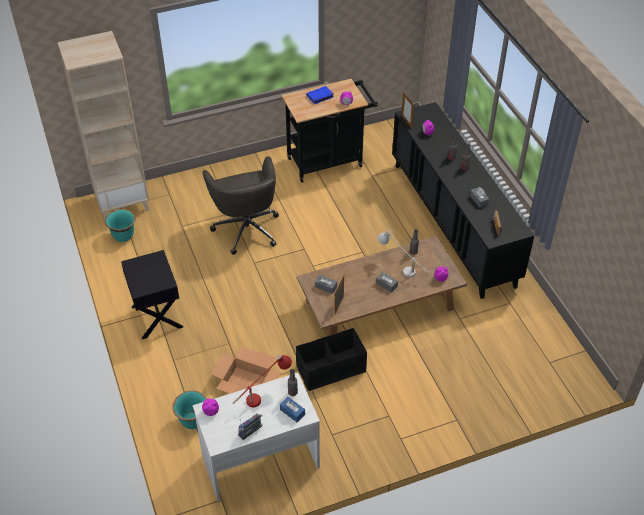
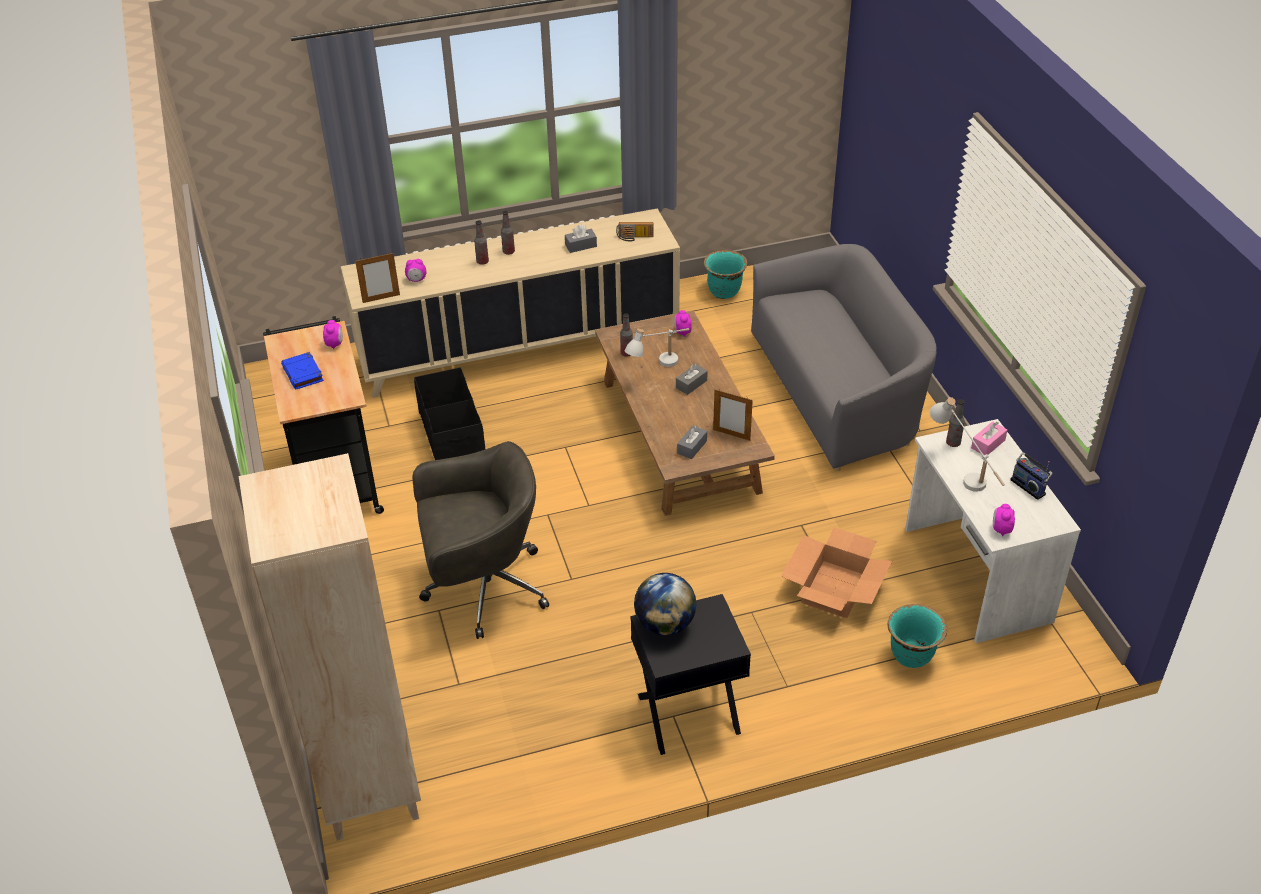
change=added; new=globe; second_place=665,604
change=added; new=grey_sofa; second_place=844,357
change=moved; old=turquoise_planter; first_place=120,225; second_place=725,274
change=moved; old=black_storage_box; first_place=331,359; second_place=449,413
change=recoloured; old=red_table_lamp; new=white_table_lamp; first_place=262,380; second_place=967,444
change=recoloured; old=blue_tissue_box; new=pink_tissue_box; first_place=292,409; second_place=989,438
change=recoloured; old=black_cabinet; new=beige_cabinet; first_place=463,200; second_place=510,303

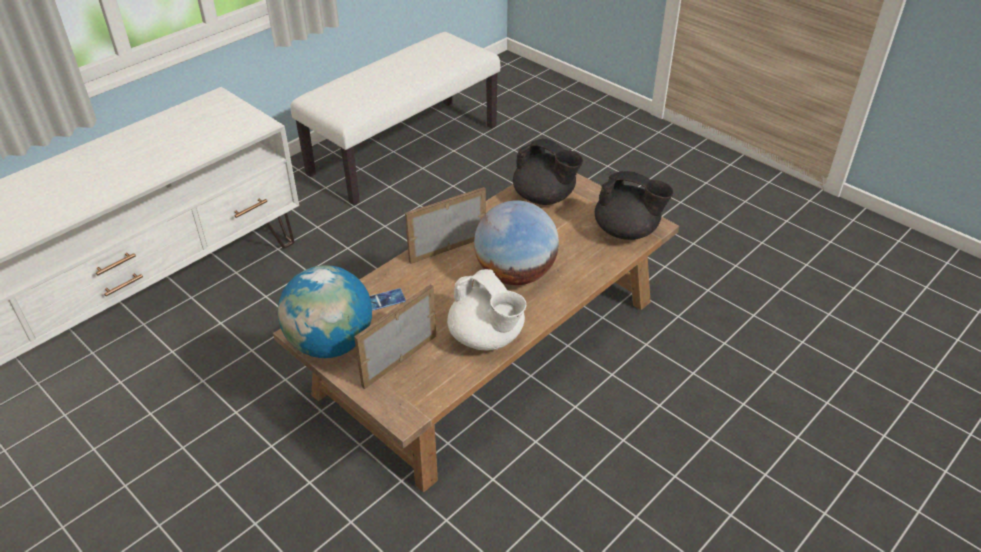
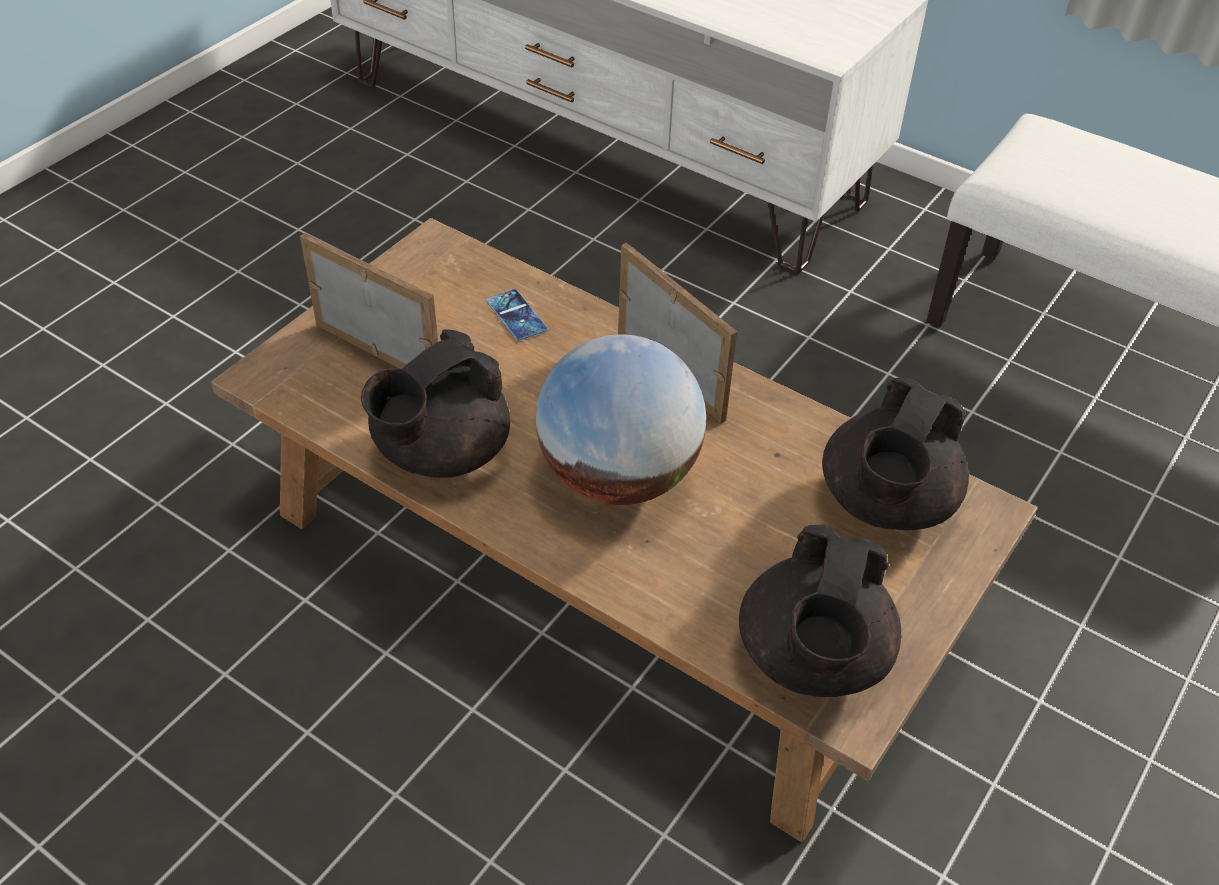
change=removed; old=globe; first_place=325,311
change=recoloured; old=white_teapot; new=black_teapot; first_place=487,309; second_place=435,403

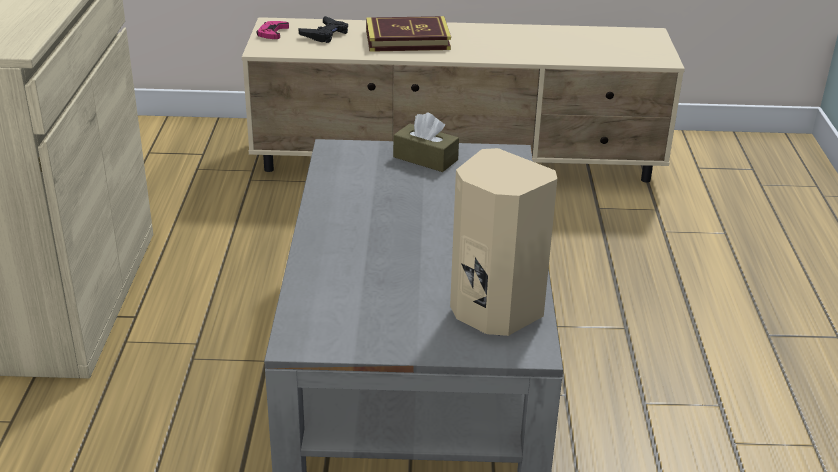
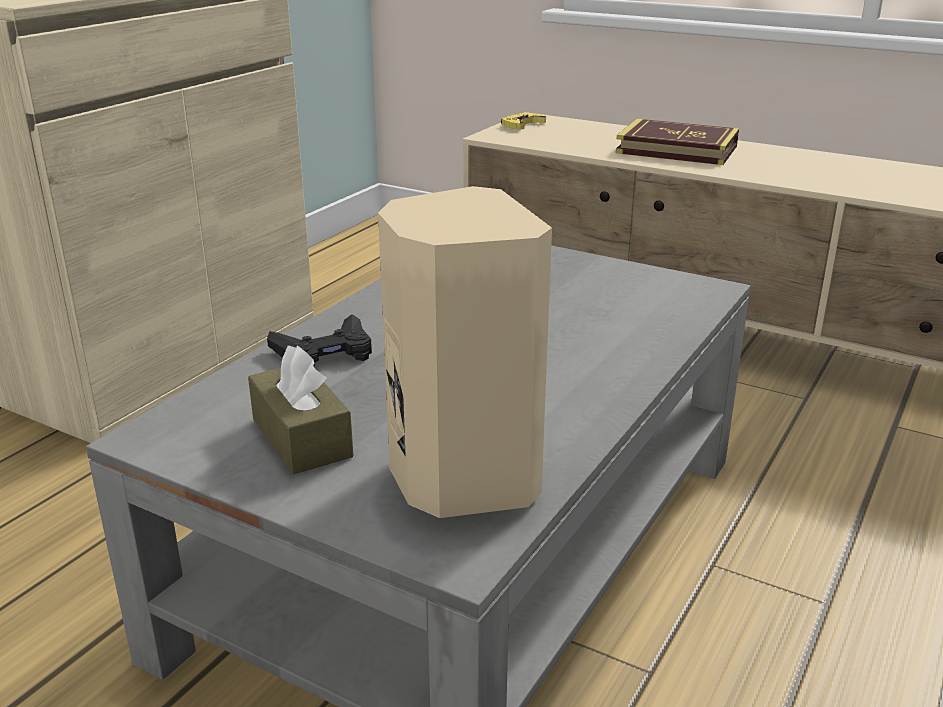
change=moved; old=black_game_controller; first_place=323,29; second_place=319,341
change=moved; old=brown_tissue_box; first_place=426,142; second_place=300,409
change=recoloured; old=pink_game_controller; new=yellow_game_controller; first_place=272,30; second_place=523,121

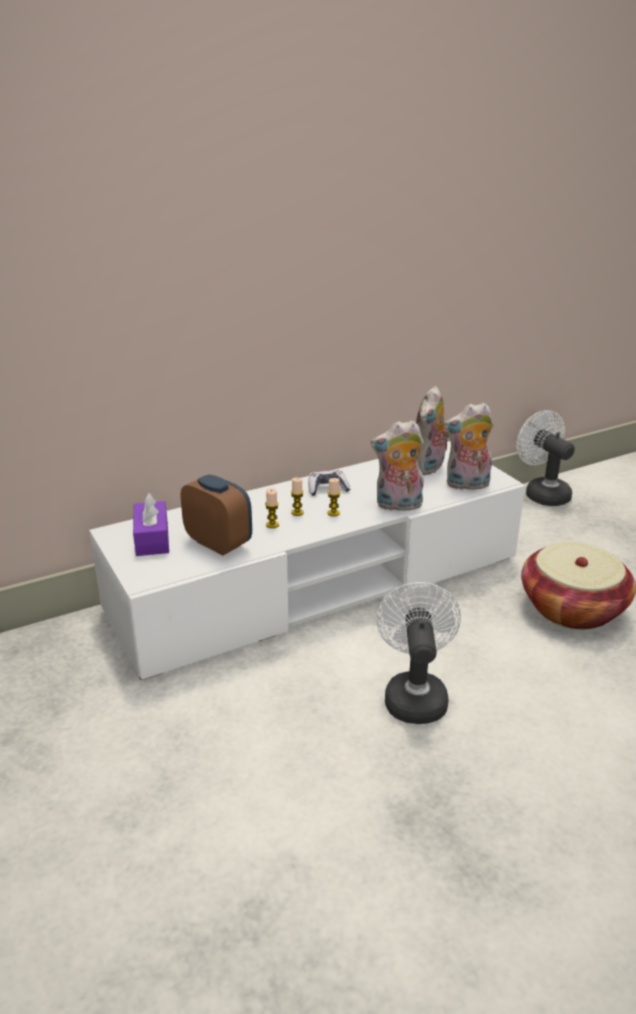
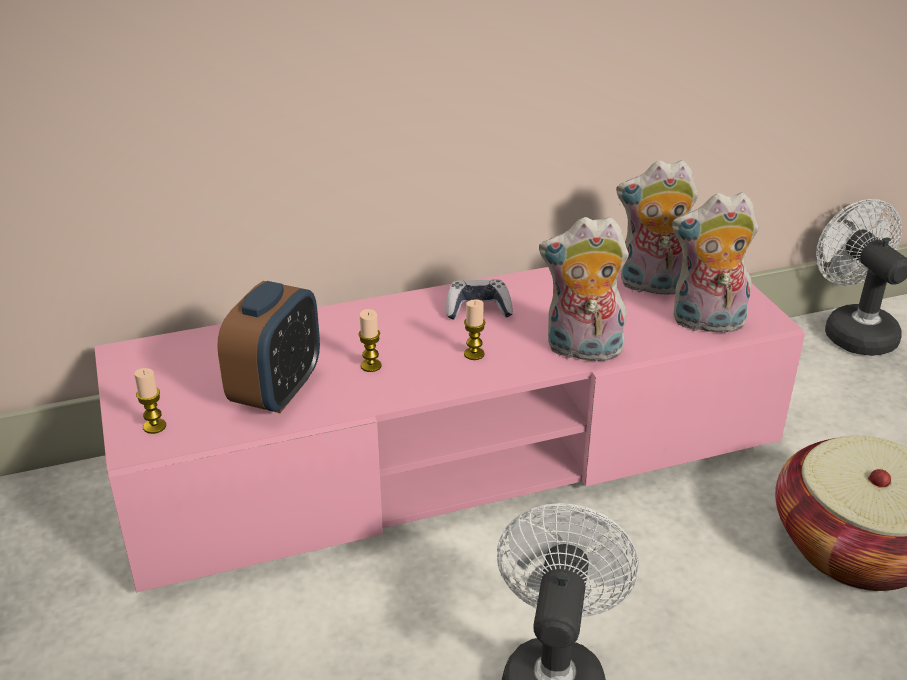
change=removed; old=purple_tissue_box; first_place=151,524
change=moved; old=candle; first_place=297,497; second_place=150,401
change=recoloured; old=white_tv_stand; new=pink_tv_stand; first_place=307,560; second_place=449,429
change=turned; old=alarm_clock; first_place=216,514; second_place=268,347; degrees=60
change=turned; old=plush_toy; first_place=432,430; second_place=657,227; degrees=60

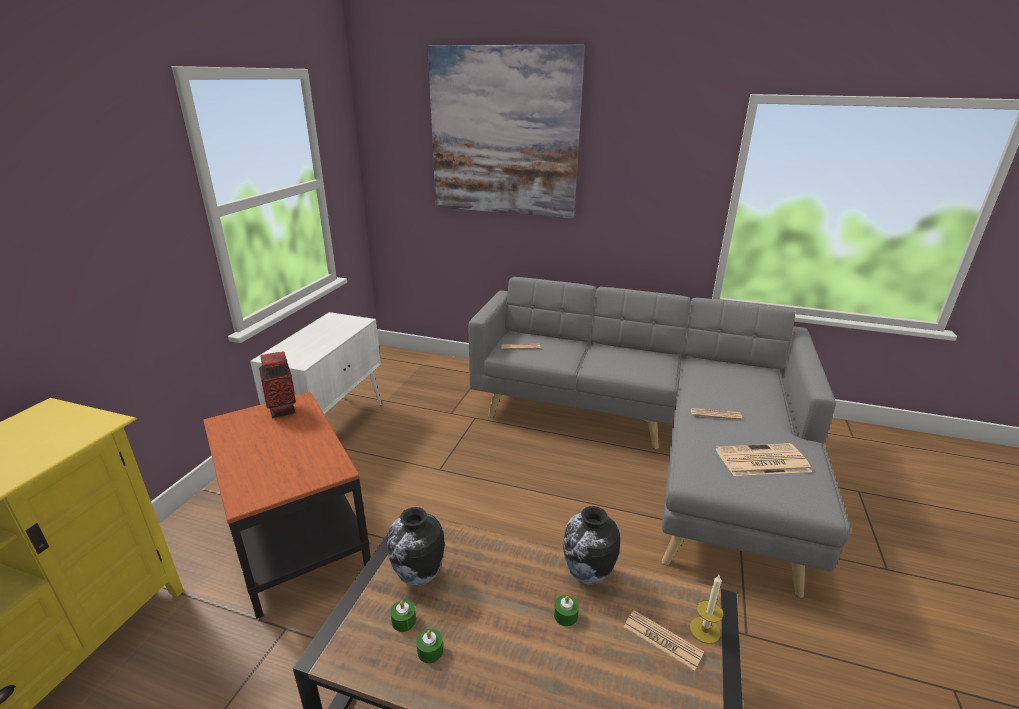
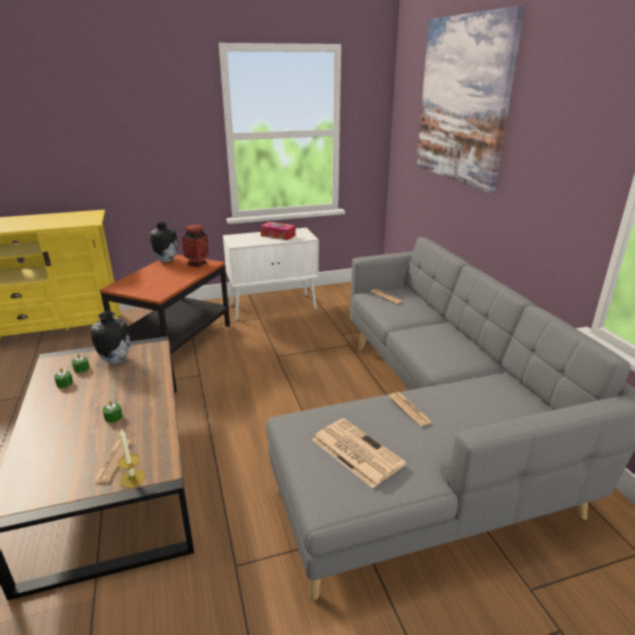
change=added; new=tissue_box; second_place=278,231
change=moved; old=vase; first_place=591,545; second_place=163,242

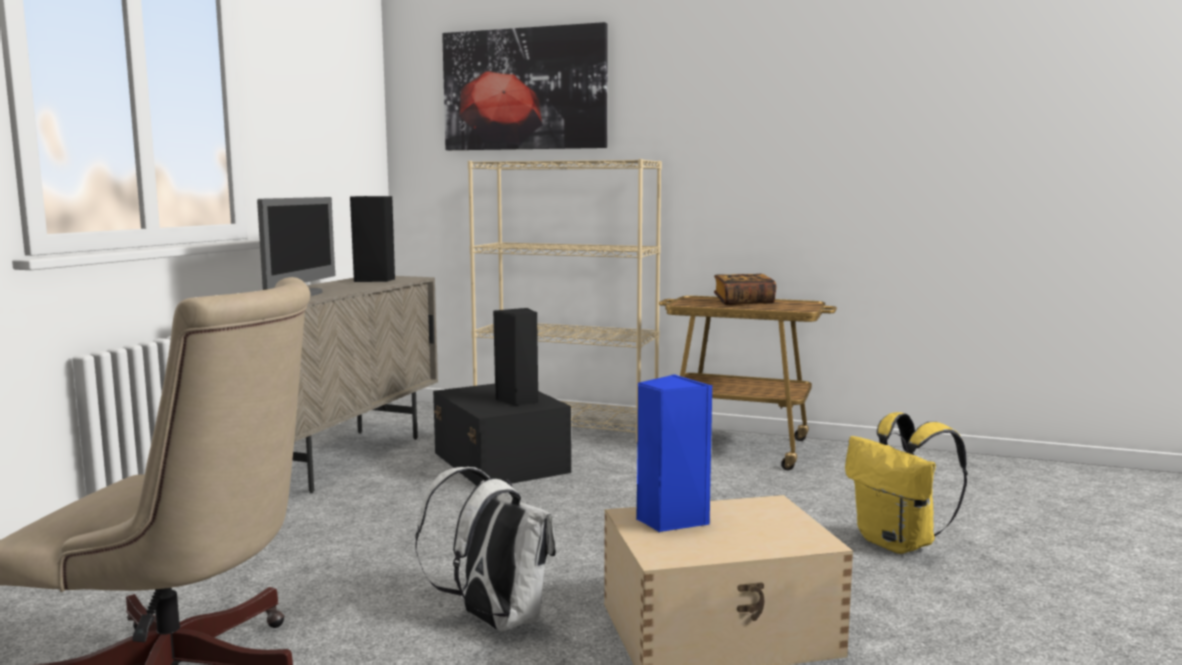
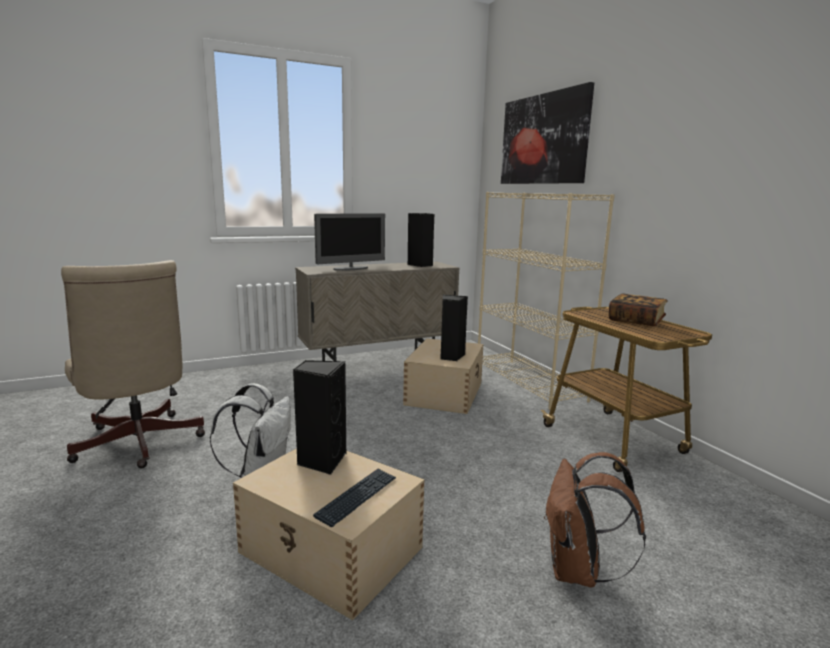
change=added; new=keyboard; second_place=354,498
change=recoloured; old=black_storage_box; new=beige_storage_box; first_place=502,435; second_place=443,376
change=recoloured; old=blue_speaker; new=black_speaker; first_place=674,453; second_place=320,417
change=recoloured; old=yellow_backpack; new=brown_backpack; first_place=906,483; second_place=595,519

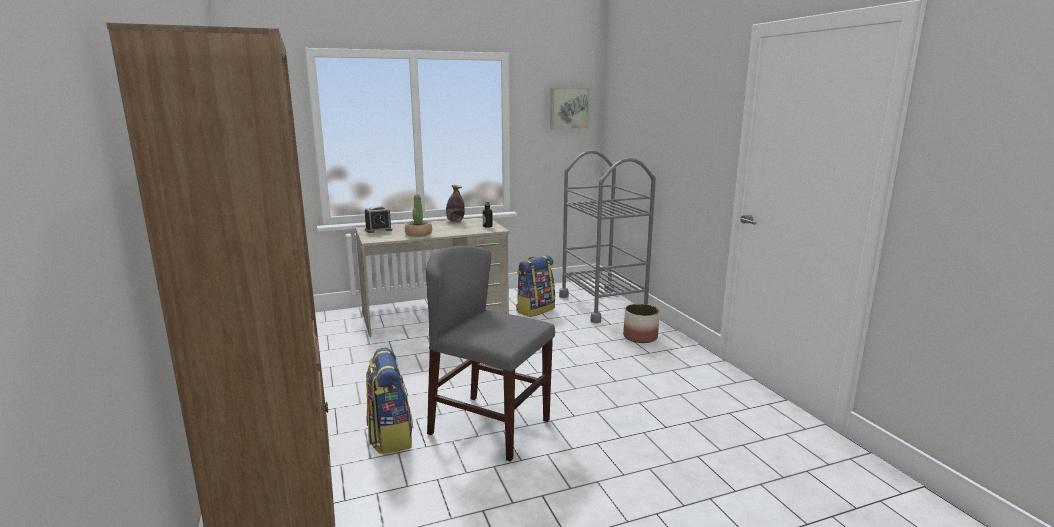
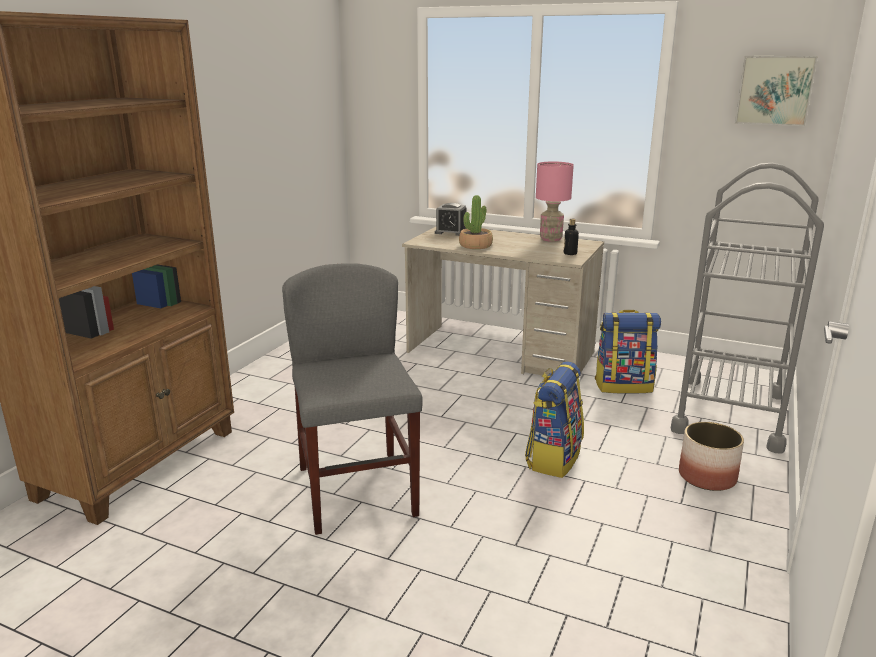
change=moved; old=backpack; first_place=389,401; second_place=554,419
change=replaced; old=bottle; new=pink_table_lamp; first_place=455,203; second_place=555,201

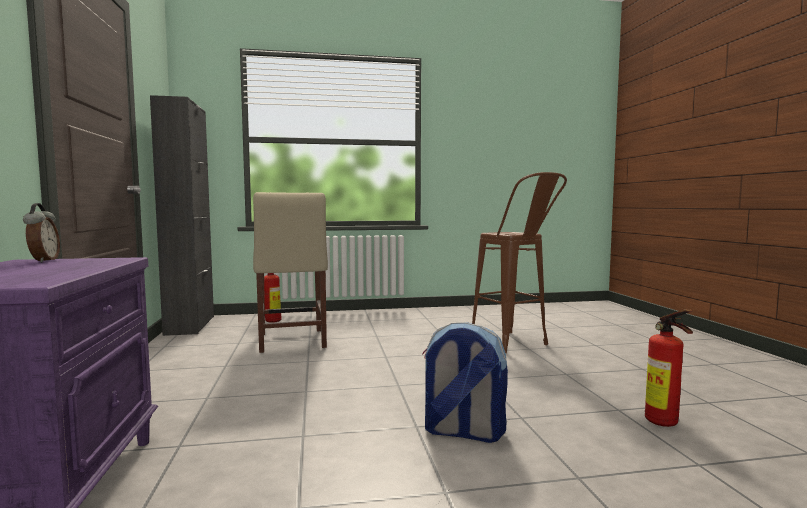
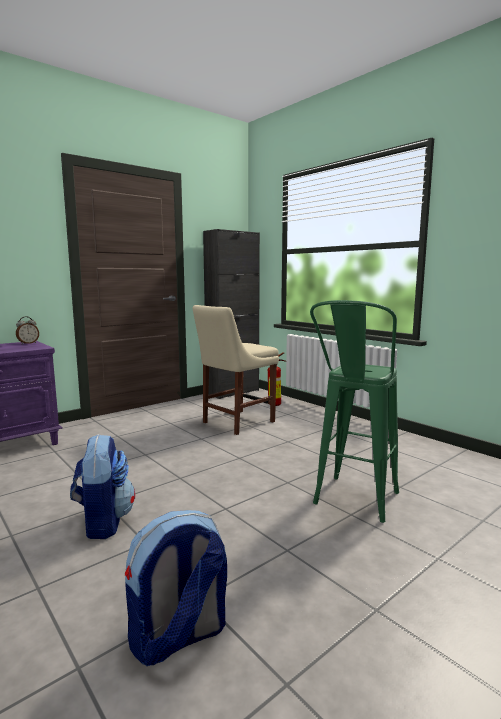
change=replaced; old=fire_extinguisher; new=backpack; first_place=669,368; second_place=176,588
change=recoloured; old=brown_stool; new=green_stool; first_place=519,262; second_place=354,411

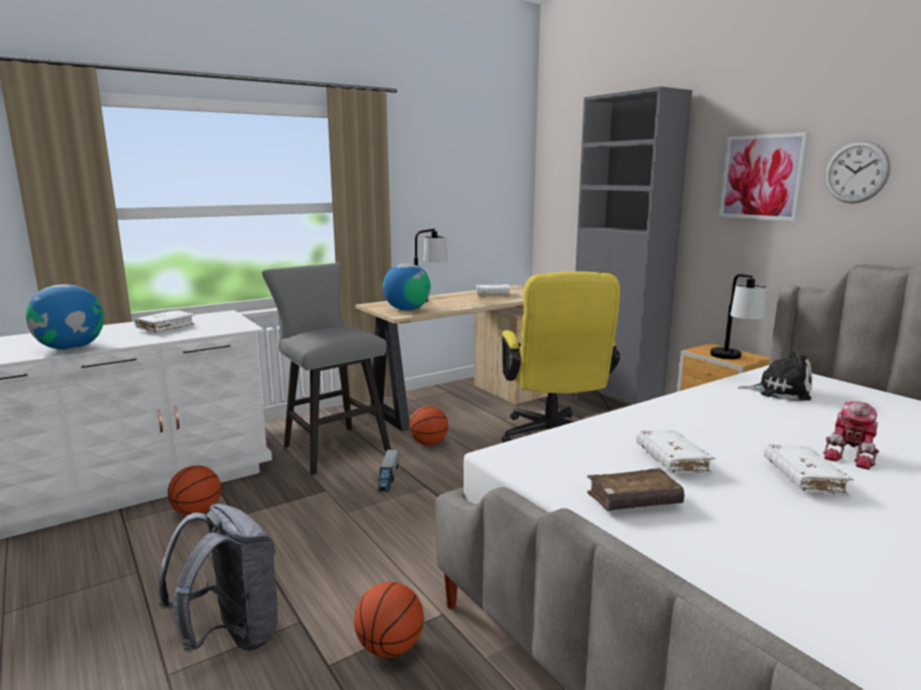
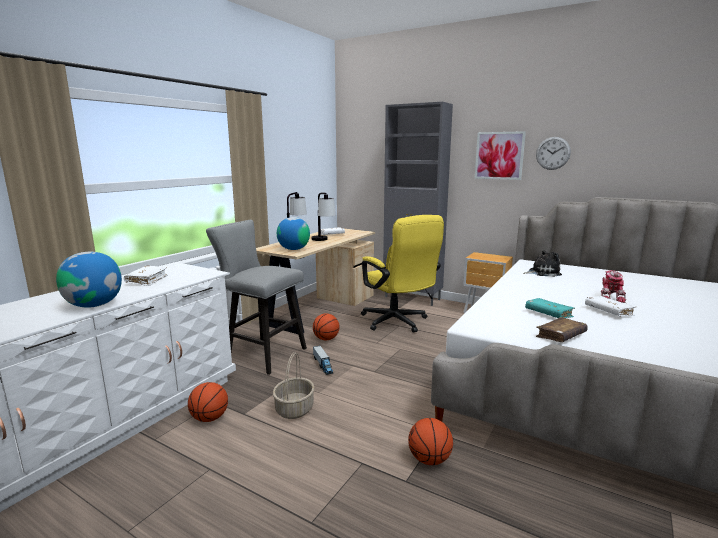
change=removed; old=grey_backpack; first_place=218,577
change=added; new=basket; second_place=294,385
change=moved; old=table_lamp; first_place=738,316; second_place=323,217
change=recoloured; old=white_book; new=turquoise_book; first_place=675,452; second_place=550,308

